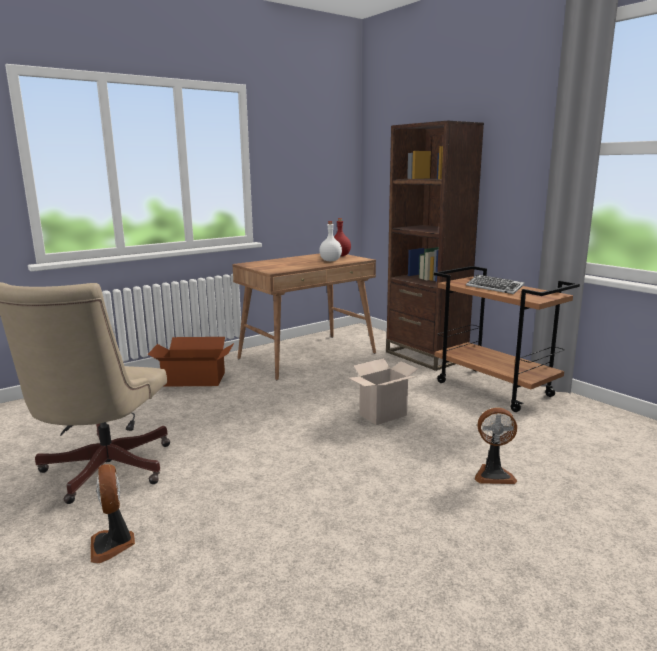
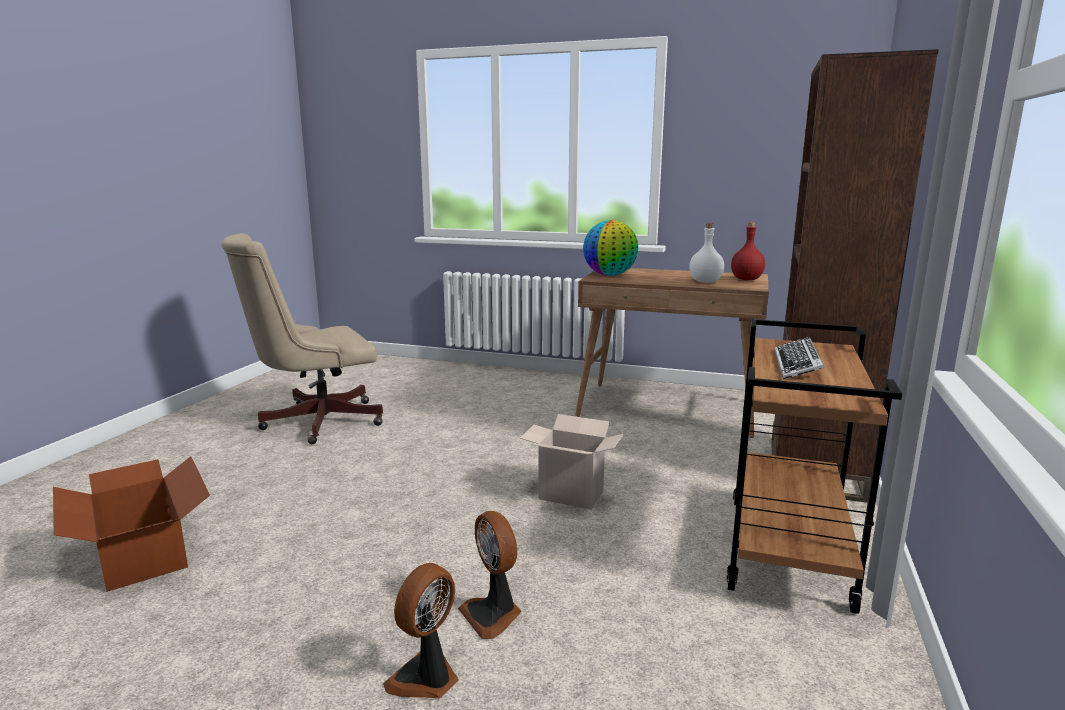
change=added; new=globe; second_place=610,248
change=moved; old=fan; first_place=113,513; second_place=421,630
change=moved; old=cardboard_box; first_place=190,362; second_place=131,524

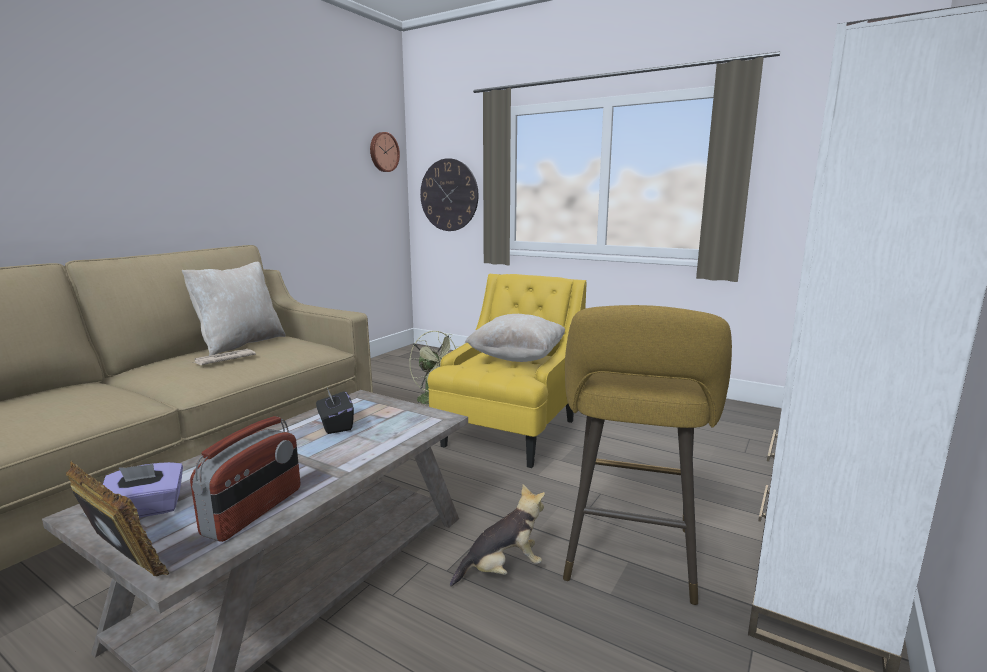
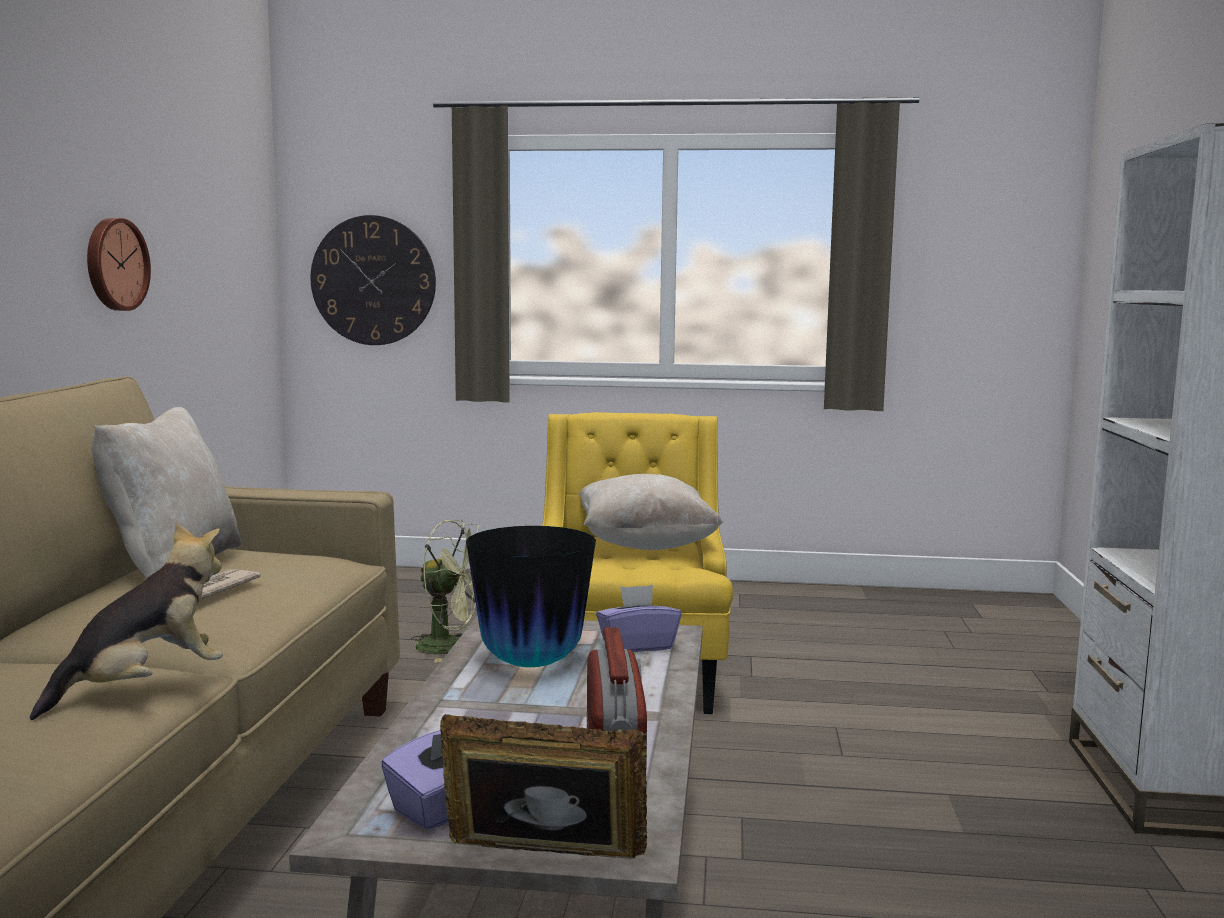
change=removed; old=yellow_stool; first_place=647,455
change=added; new=purple_tissue_box; second_place=639,618
change=moved; old=wall_clock; first_place=385,152; second_place=119,264
change=moved; old=plush_toy; first_place=497,535; second_place=126,621
change=replaced; old=black_tissue_box; new=vase; first_place=335,411; second_place=531,596

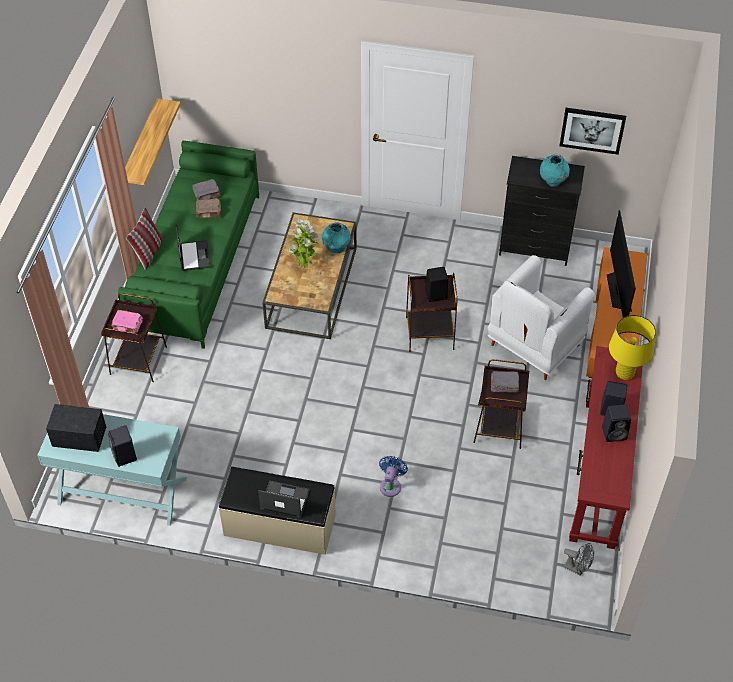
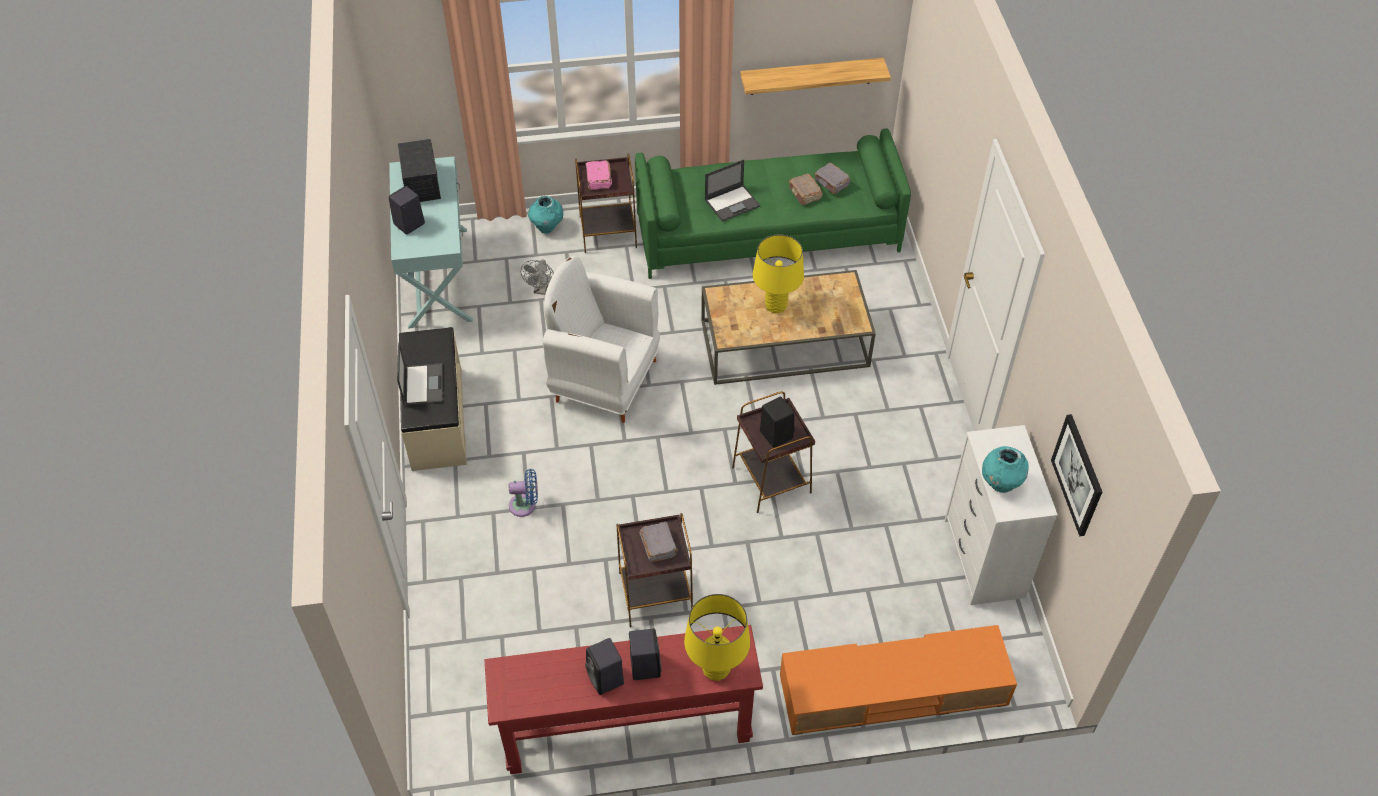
change=removed; old=pillow; first_place=145,238
change=removed; old=television; first_place=621,263
change=moved; old=turquoise_vase; first_place=336,237; second_place=545,215
change=moved; old=white_armchair; first_place=541,317; second_place=601,339
change=moved; old=grey_fan; first_place=579,559; second_place=537,277
change=replaced; old=potted_plant; new=yellow_table_lamp; first_place=304,243; second_place=778,274
change=recoloured; old=black_dresser; new=white_dresser; first_place=542,211; second_place=1001,515

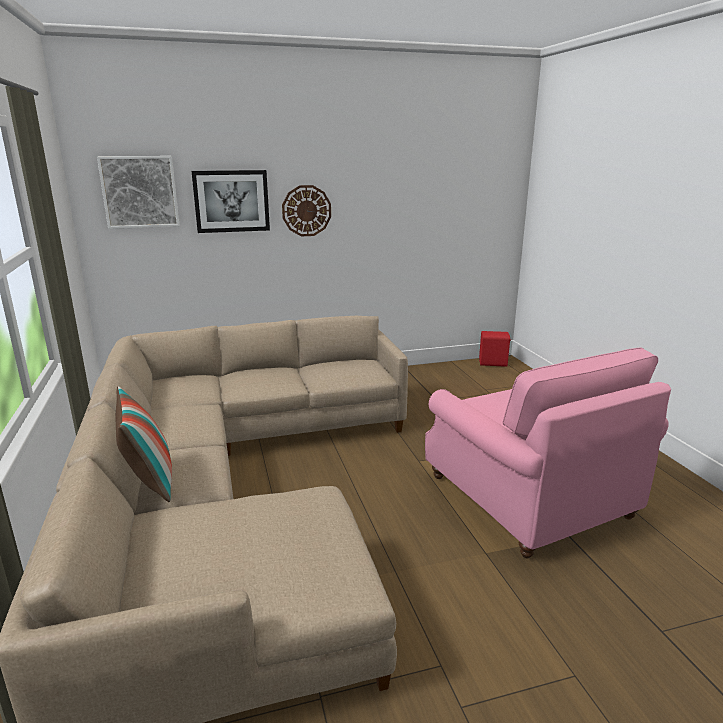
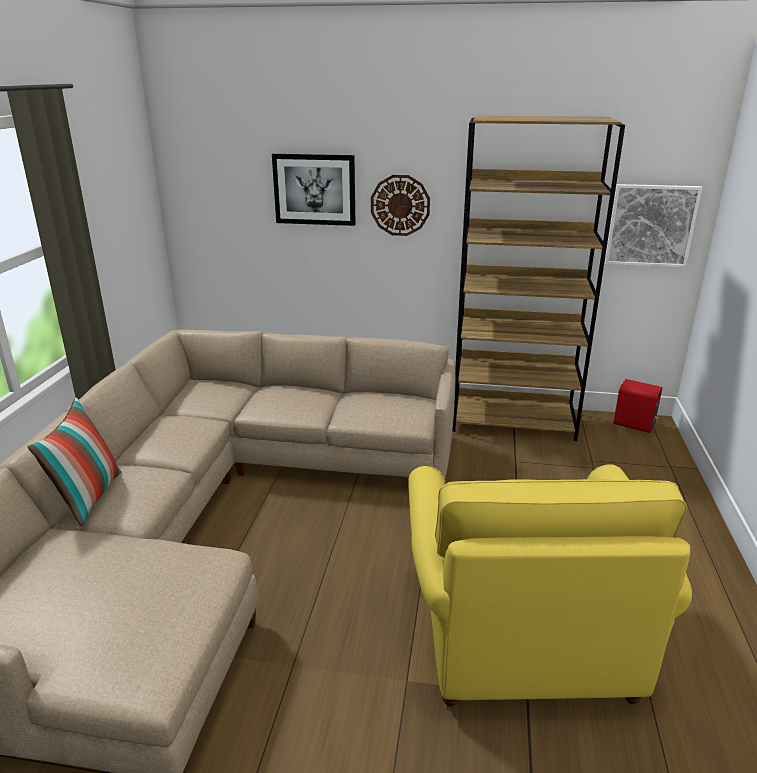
change=added; new=brown_bookcase; second_place=538,278
change=moved; old=picture; first_place=138,192; second_place=653,226
change=recoloured; old=pink_armchair; new=yellow_armchair; first_place=548,453; second_place=550,585

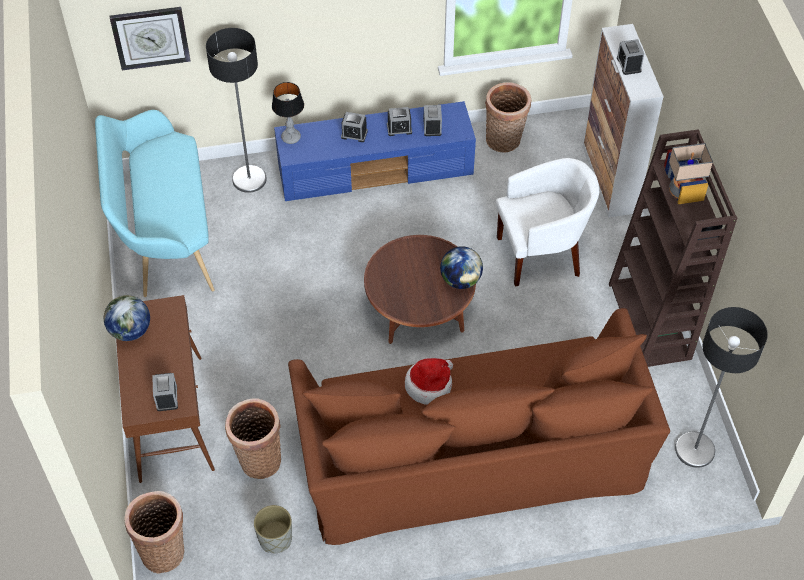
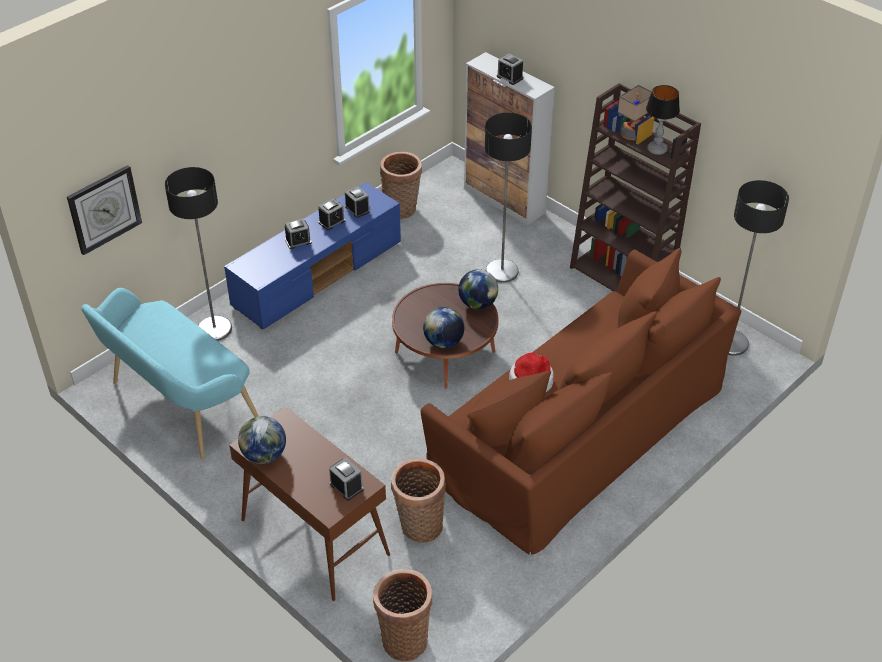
change=removed; old=grey_planter; first_place=273,529
change=added; new=globe; second_place=443,327
change=moved; old=table_lamp; first_place=288,113; second_place=663,120
change=replaced; old=white_armchair; new=floor_lamp; first_place=547,222; second_place=508,198

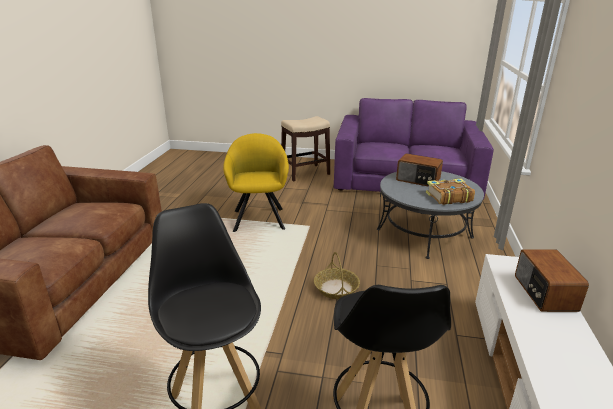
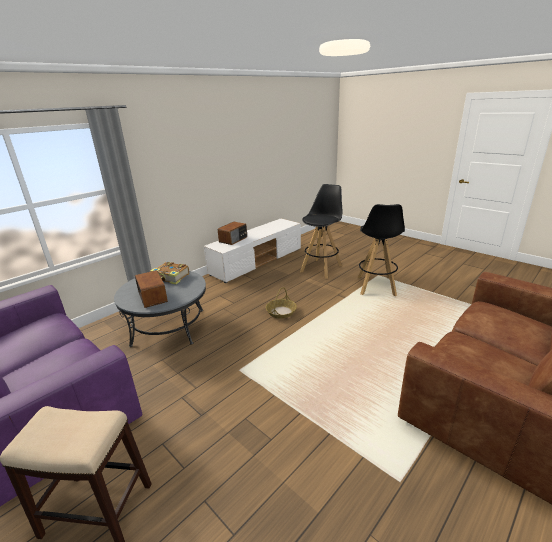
change=removed; old=yellow_armchair; first_place=256,182

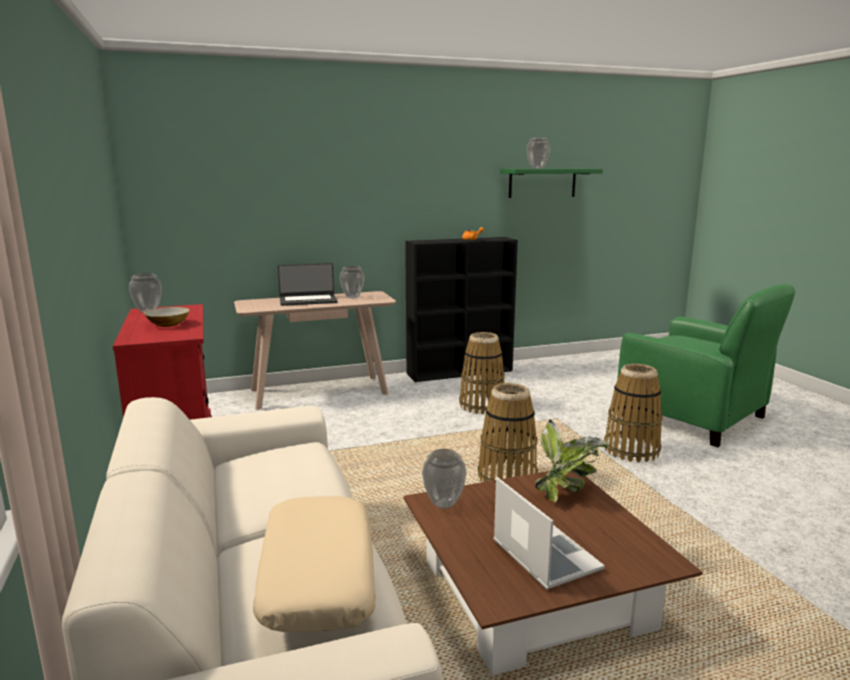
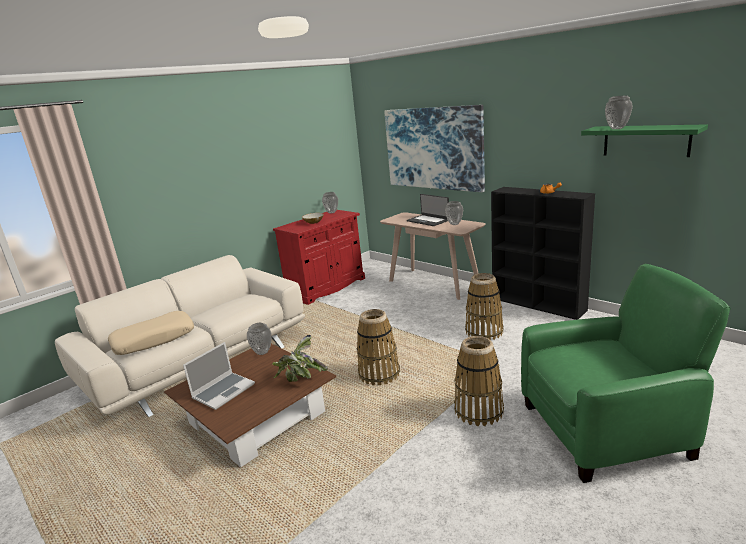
change=added; new=picture; second_place=434,148
change=turned; old=green_armchair; first_place=706,365; second_place=625,373; degrees=-120

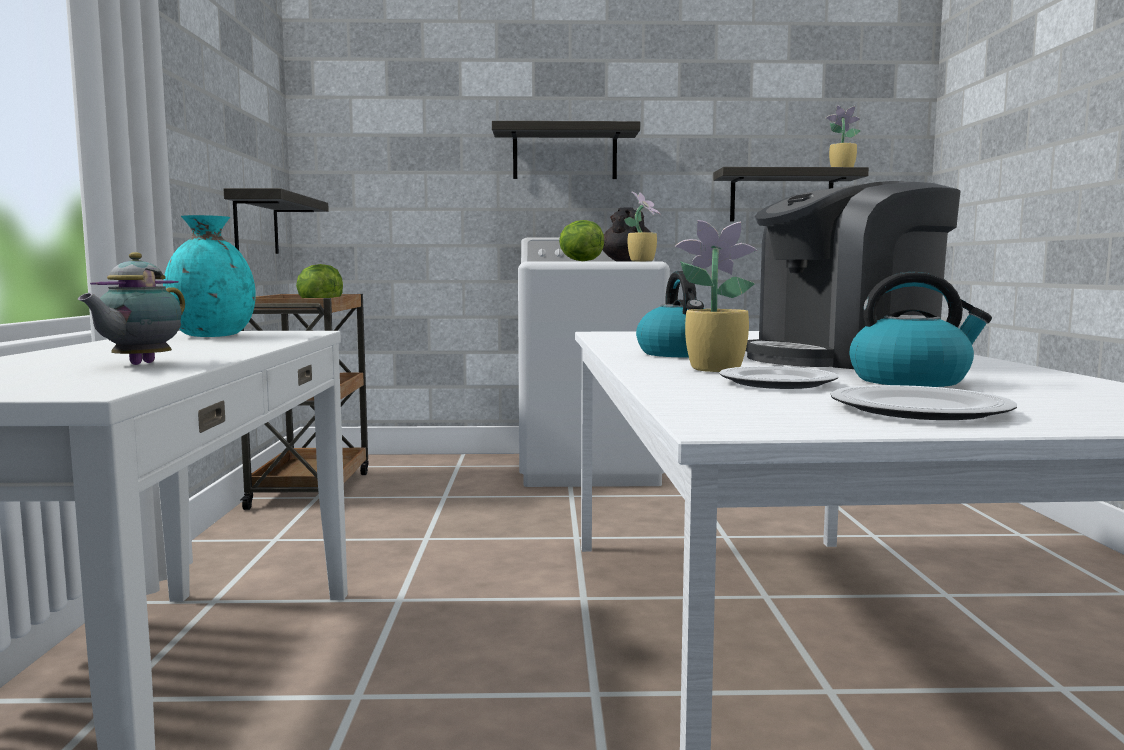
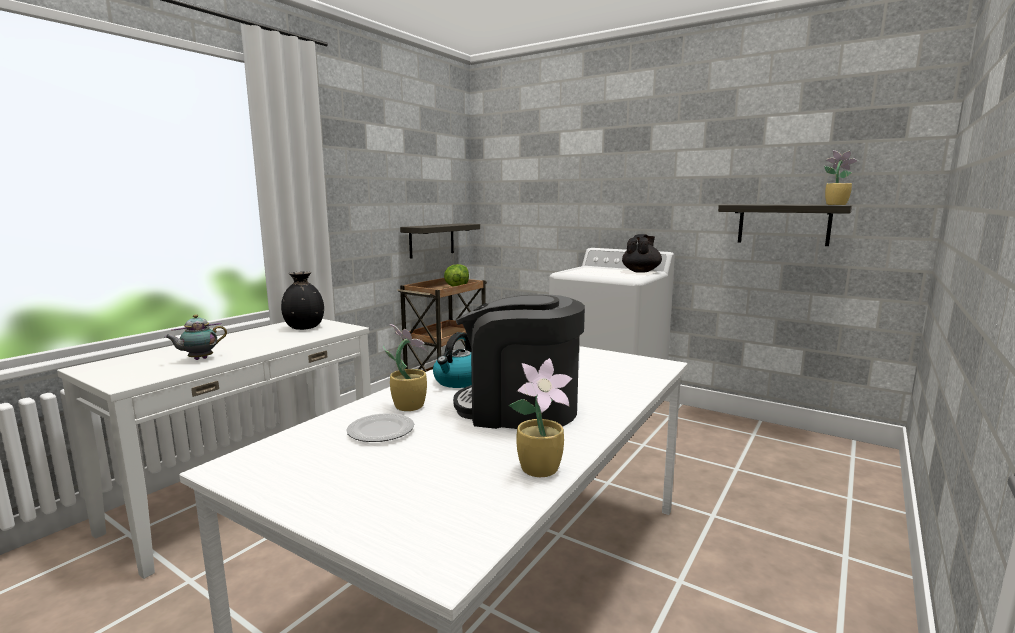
change=removed; old=shelf; first_place=566,150
change=removed; old=lettuce; first_place=581,240
change=removed; old=plate; first_place=923,402
change=removed; old=kettle; first_place=920,329
change=moved; old=potted_plant; first_place=642,226; second_place=540,417
change=recoloured; old=turquoise_vase; new=black_vase; first_place=209,276; second_place=302,301

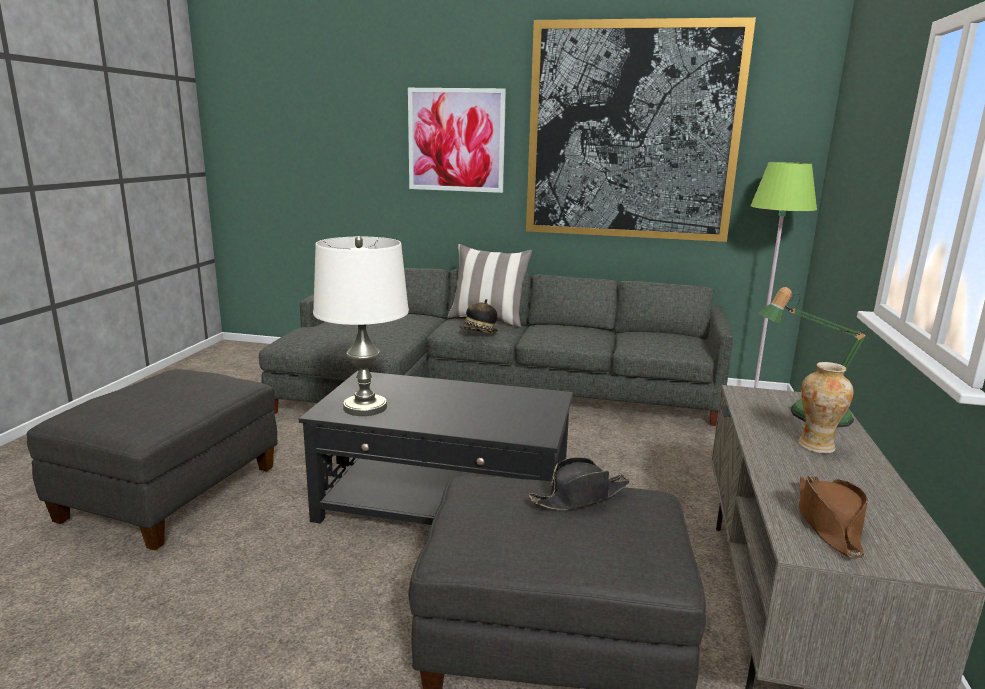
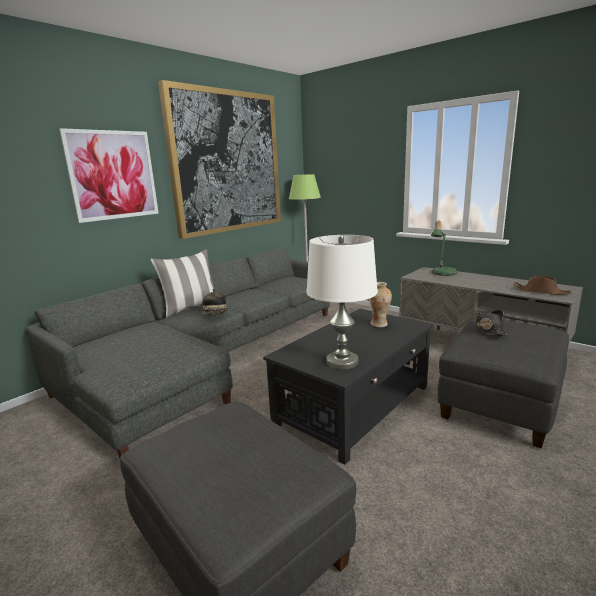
change=moved; old=vase; first_place=825,408; second_place=380,304

